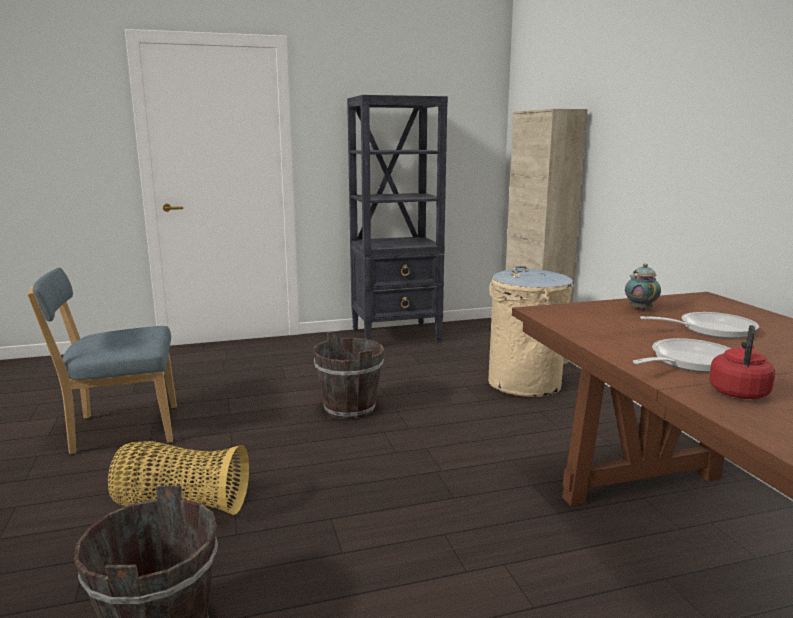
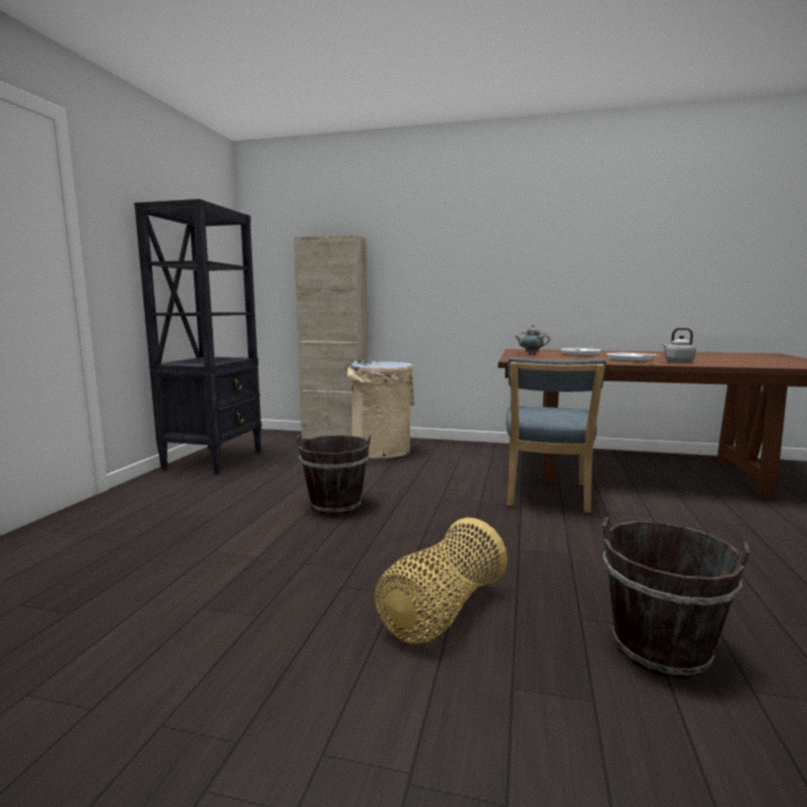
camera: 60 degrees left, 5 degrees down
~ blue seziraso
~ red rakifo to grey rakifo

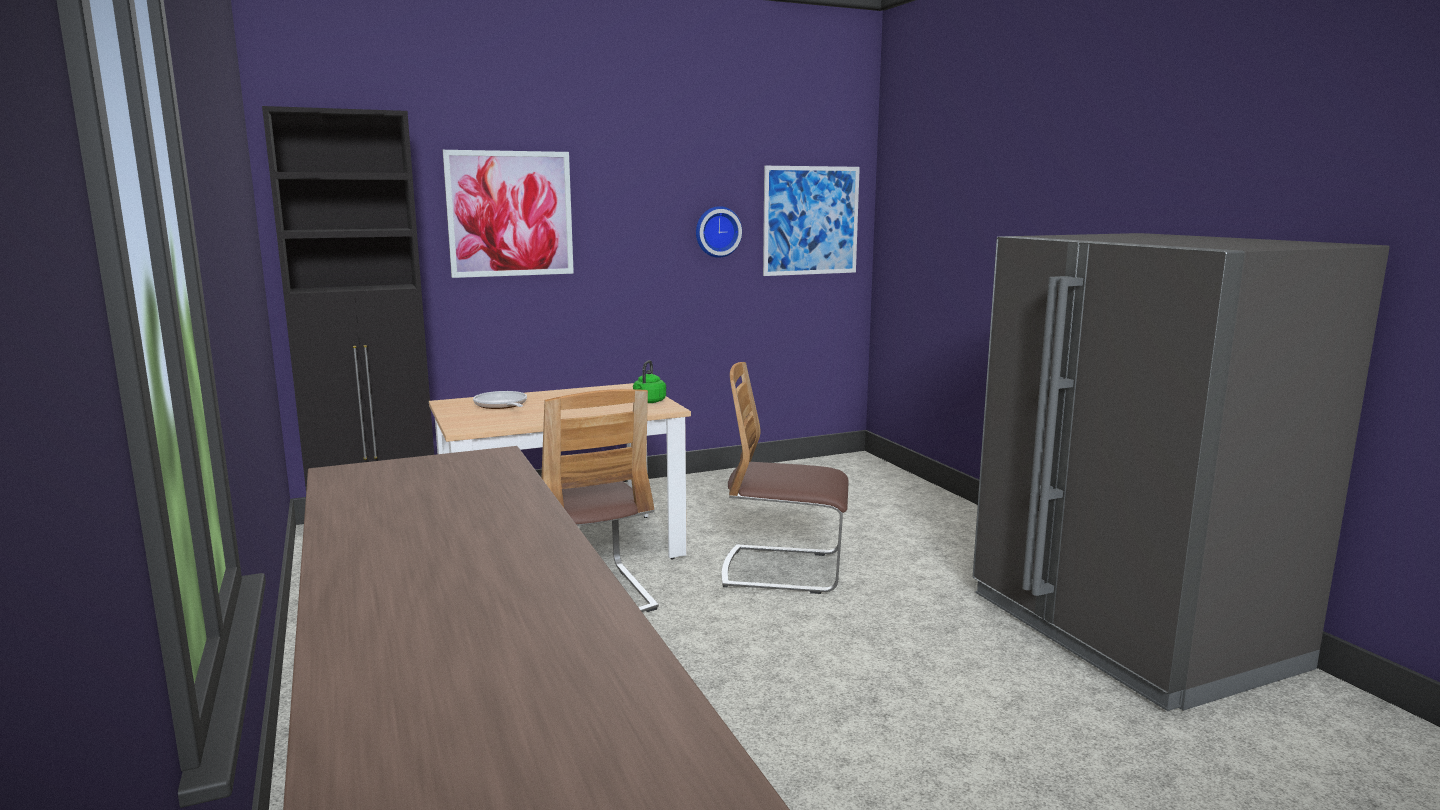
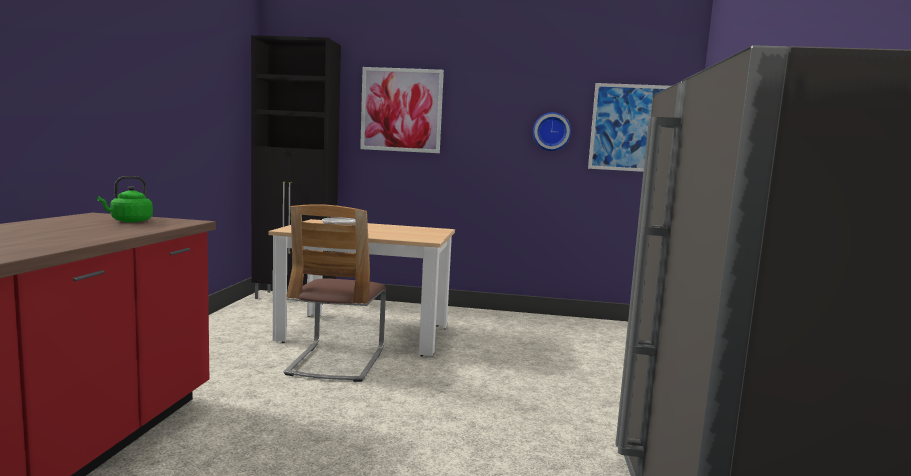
camera: 30 degrees right, 5 degrees down
~ green rakifo
- seziraso (2nd from left)

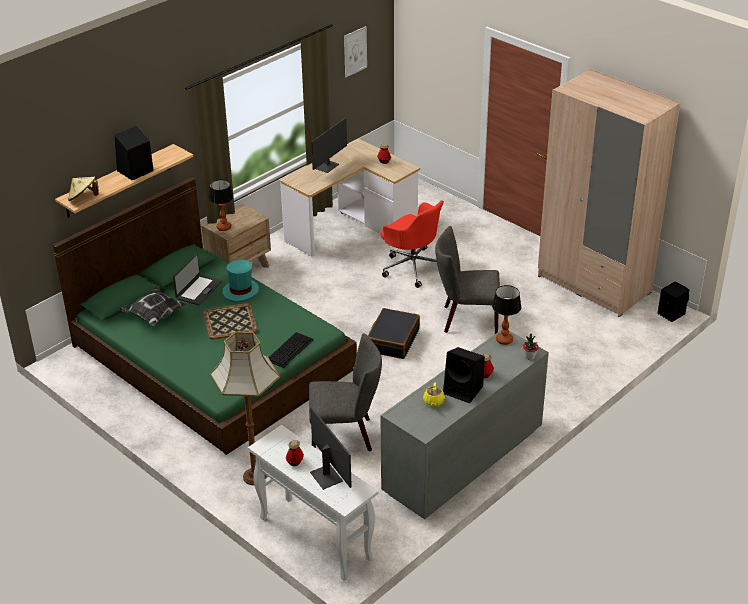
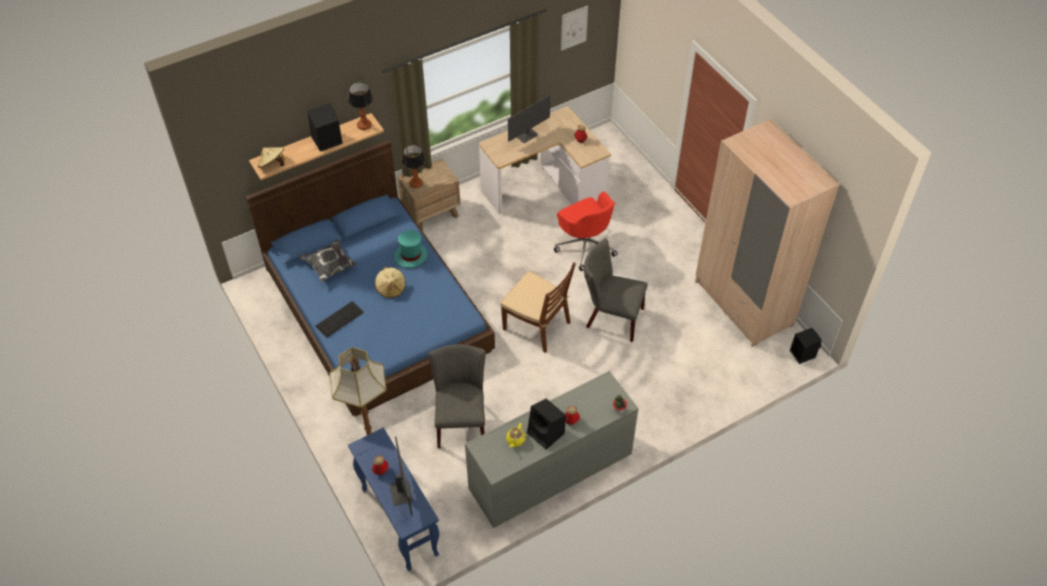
camera: 15 degrees right, 15 degrees up
~ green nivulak to blue nivulak
~ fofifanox
~ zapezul (2nd from left in the first image) to zapezul (1st from left)
~ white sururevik to blue sururevik
~ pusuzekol to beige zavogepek (2nd from left)
~ grey seziraso (1st from left) 105 degrees counterclockwise
~ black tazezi to brown seziraso
- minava

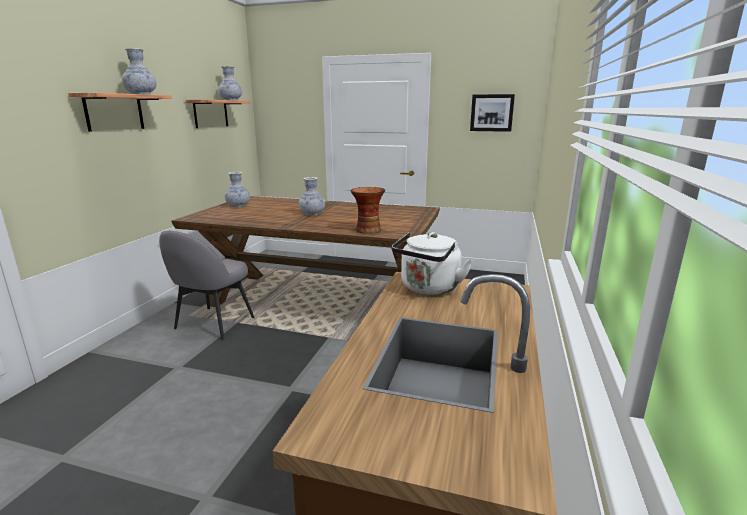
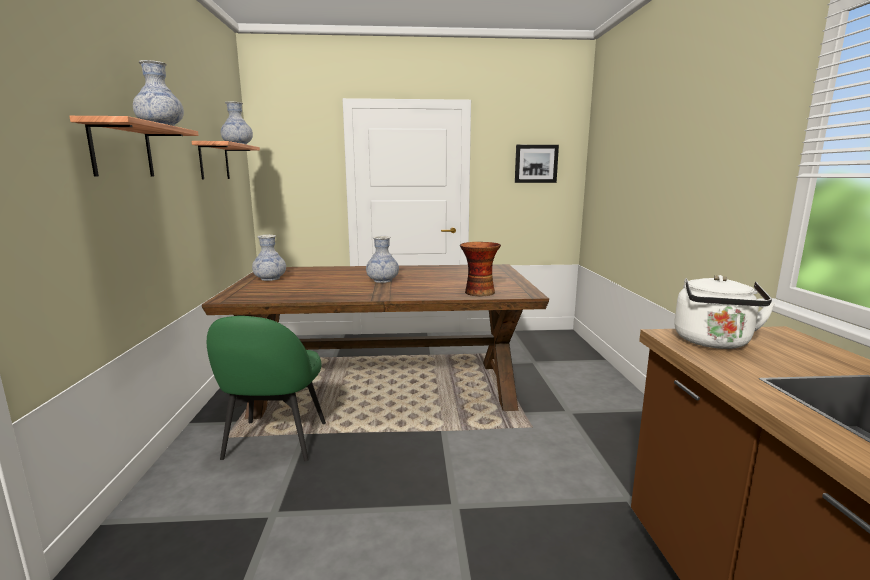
camera: 20 degrees left, 5 degrees down
~ grey seziraso to green seziraso

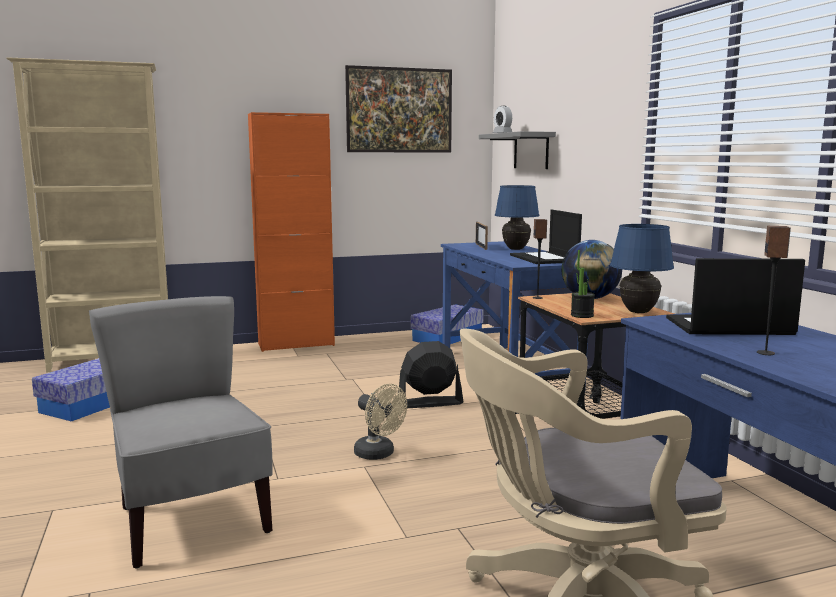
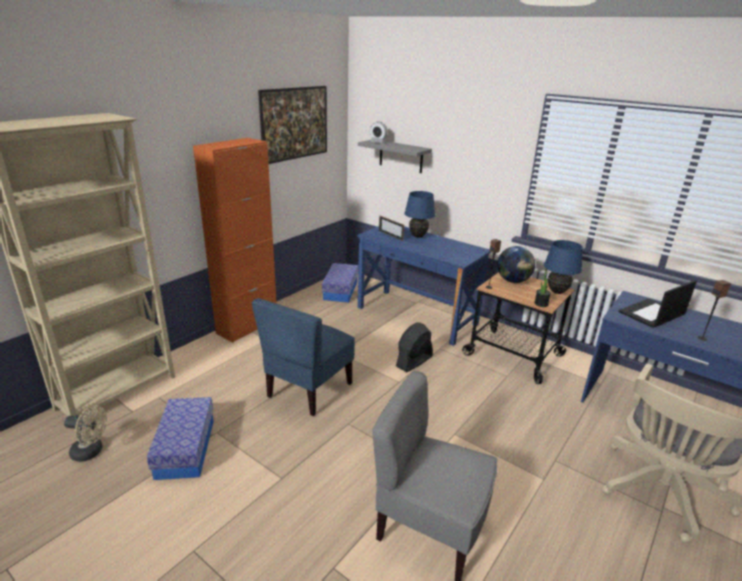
camera: 35 degrees left, 15 degrees up
~ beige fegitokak
+ blue seziraso
- minava (1st from left)

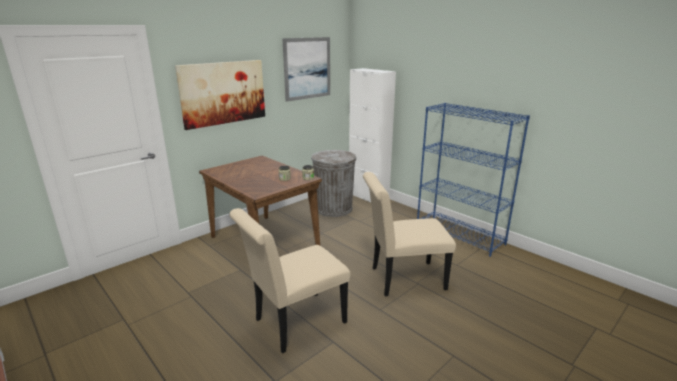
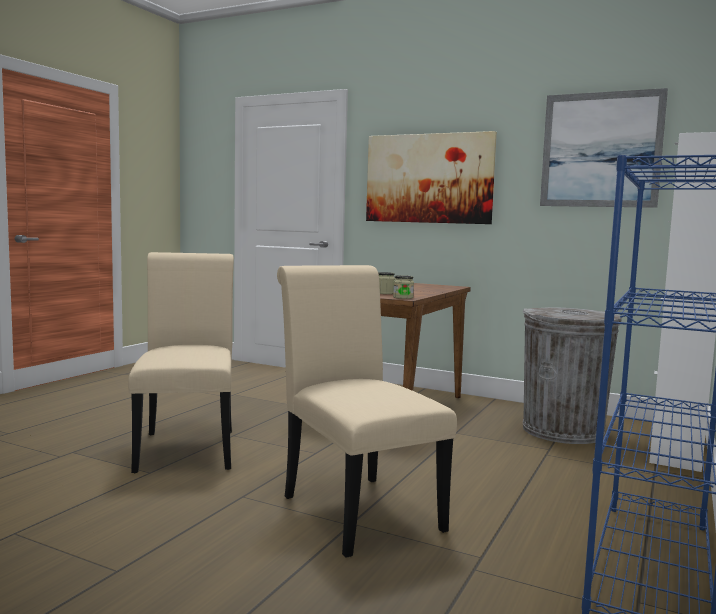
camera: 70 degrees right, 15 degrees down
~ beige seziraso (1st from left) 45 degrees clockwise

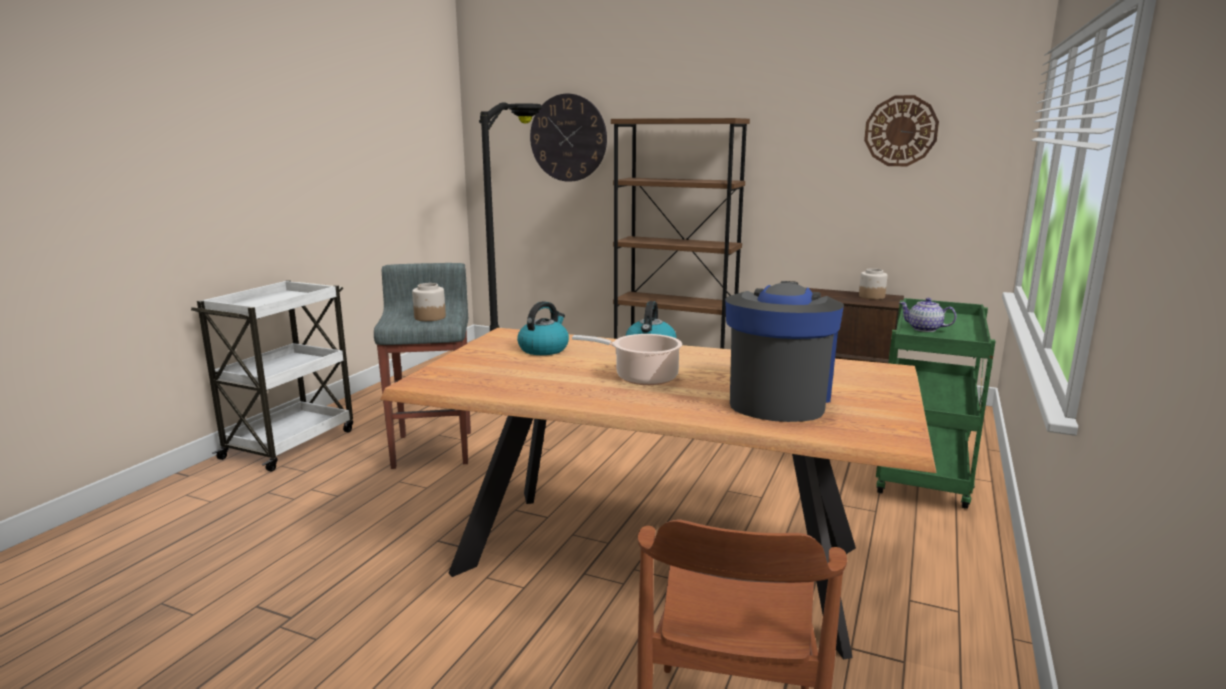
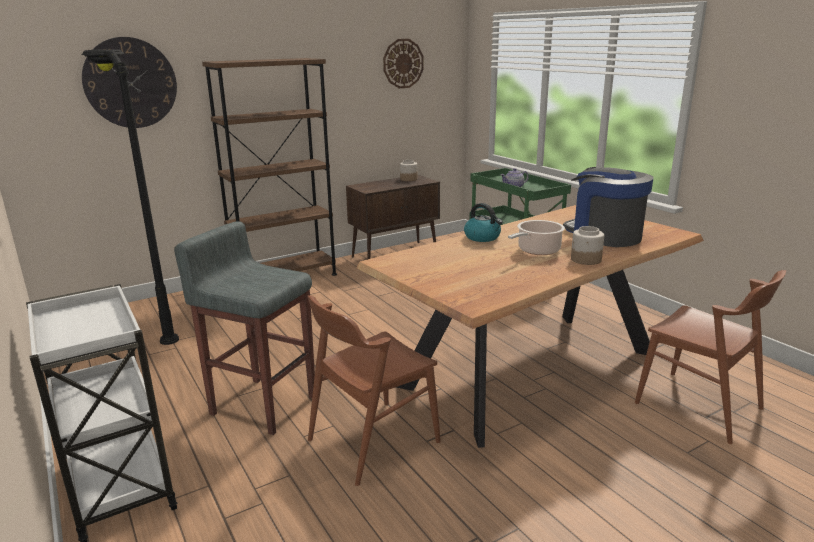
camera: 55 degrees left, 5 degrees up
+ brown seziraso (1st from left)
~ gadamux (1st from left in the first image) to gadamux (2nd from left)
- rakifo (1st from left)

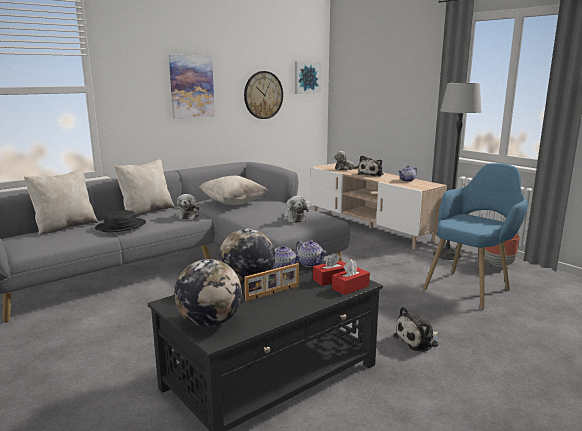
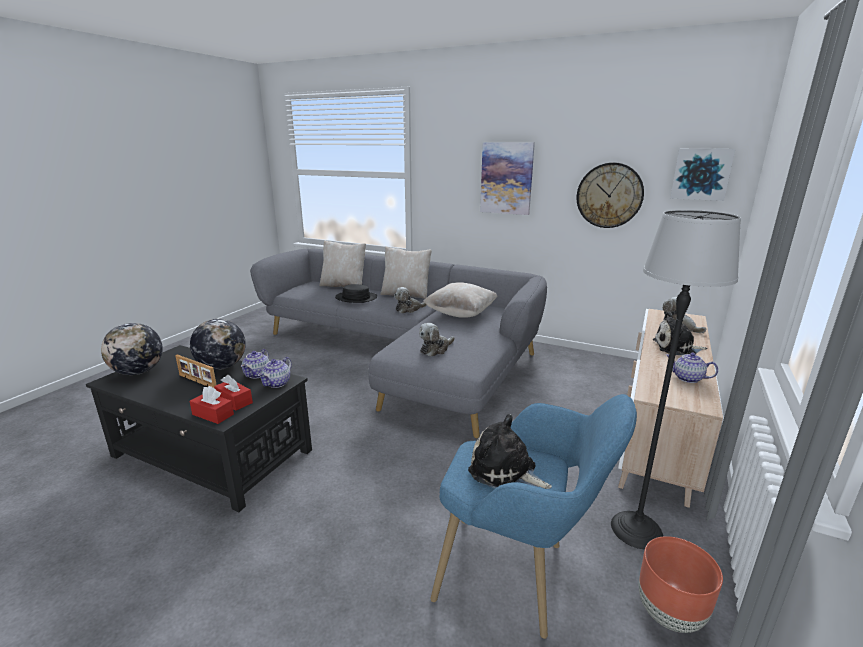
camera: 65 degrees right, 5 degrees up
~ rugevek (5th from left in the first image) to rugevek (3rd from left)

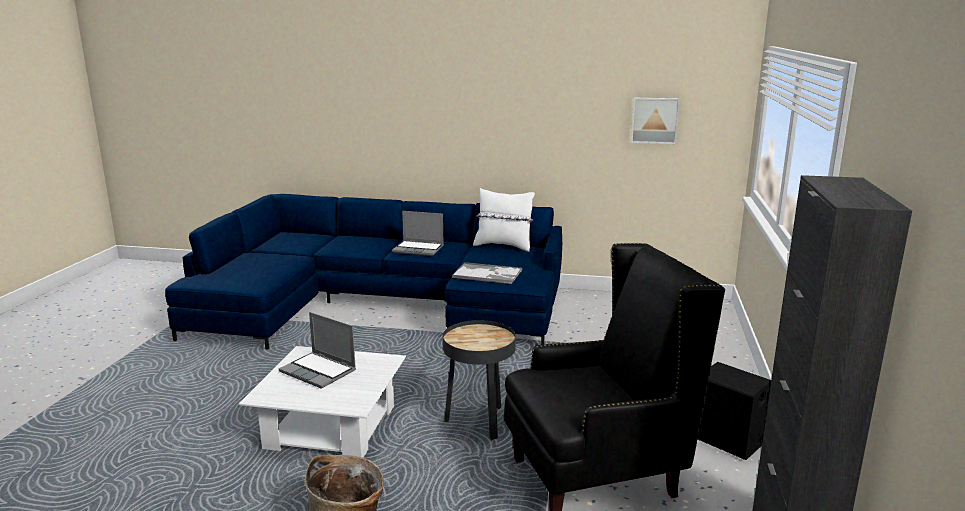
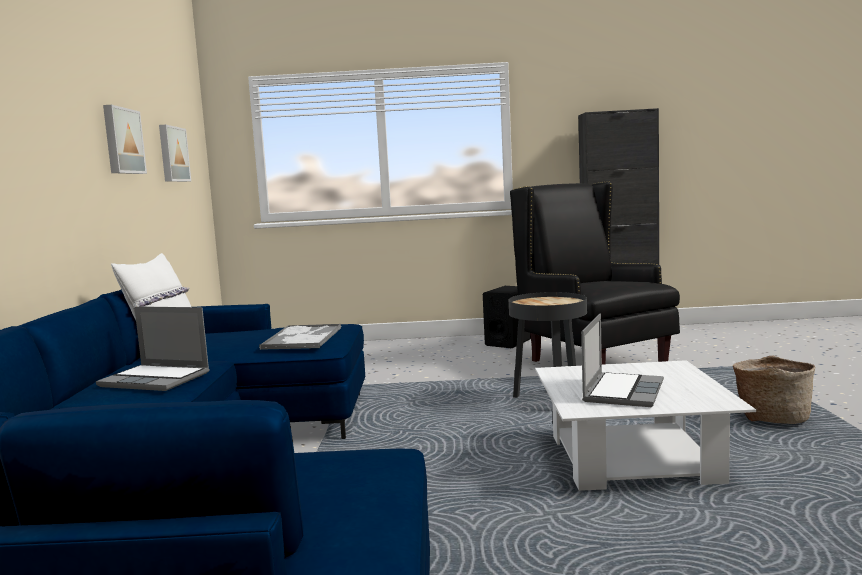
camera: 100 degrees left, 10 degrees down
~ minava (2nd from left in the first image) 105 degrees clockwise
+ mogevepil (1st from left)

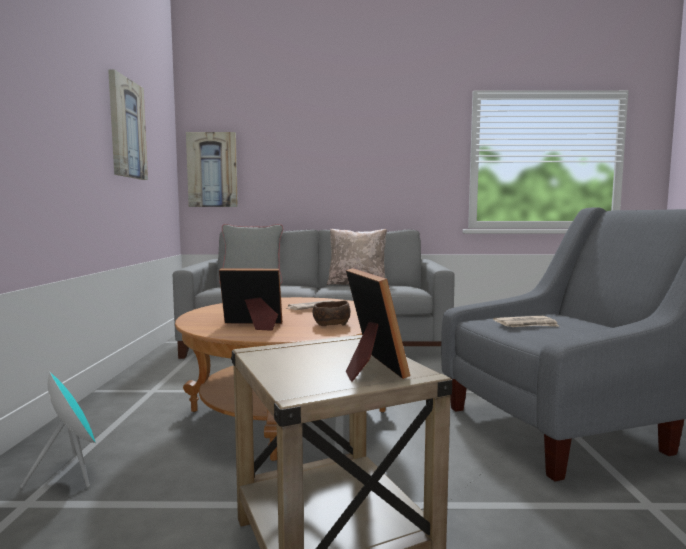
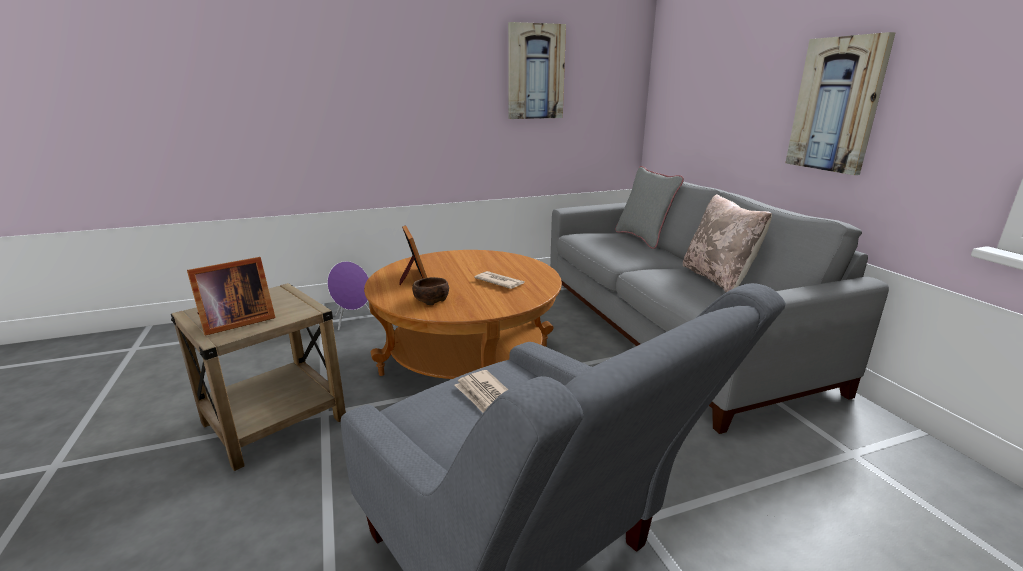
camera: 70 degrees right, 15 degrees up
~ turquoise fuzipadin to purple fuzipadin
~ mogevepil (2nd from left)

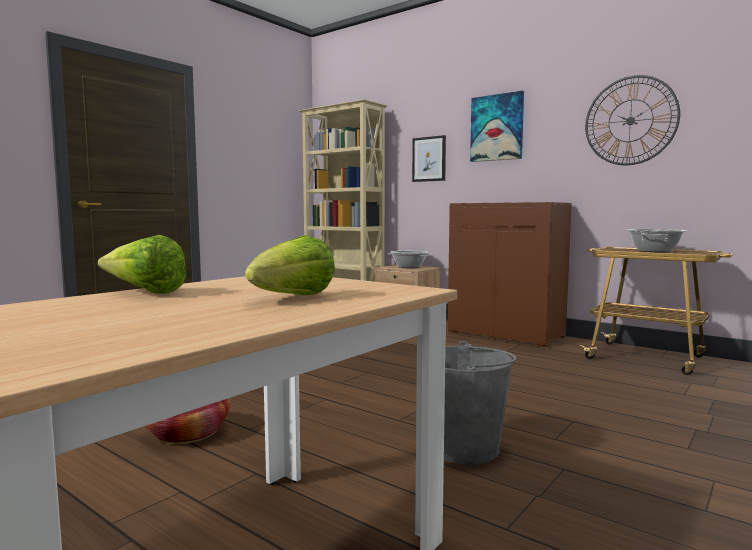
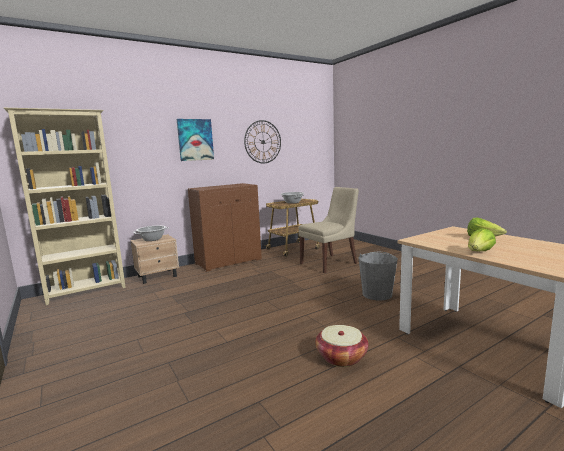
camera: 70 degrees left, 5 degrees up
+ beige seziraso
- mogevepil (1st from left)

